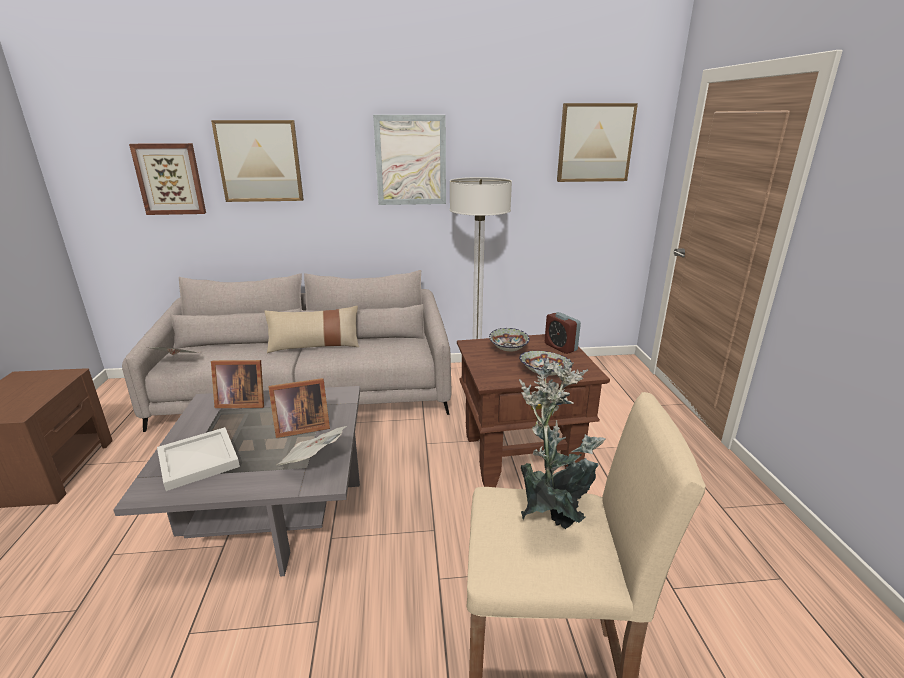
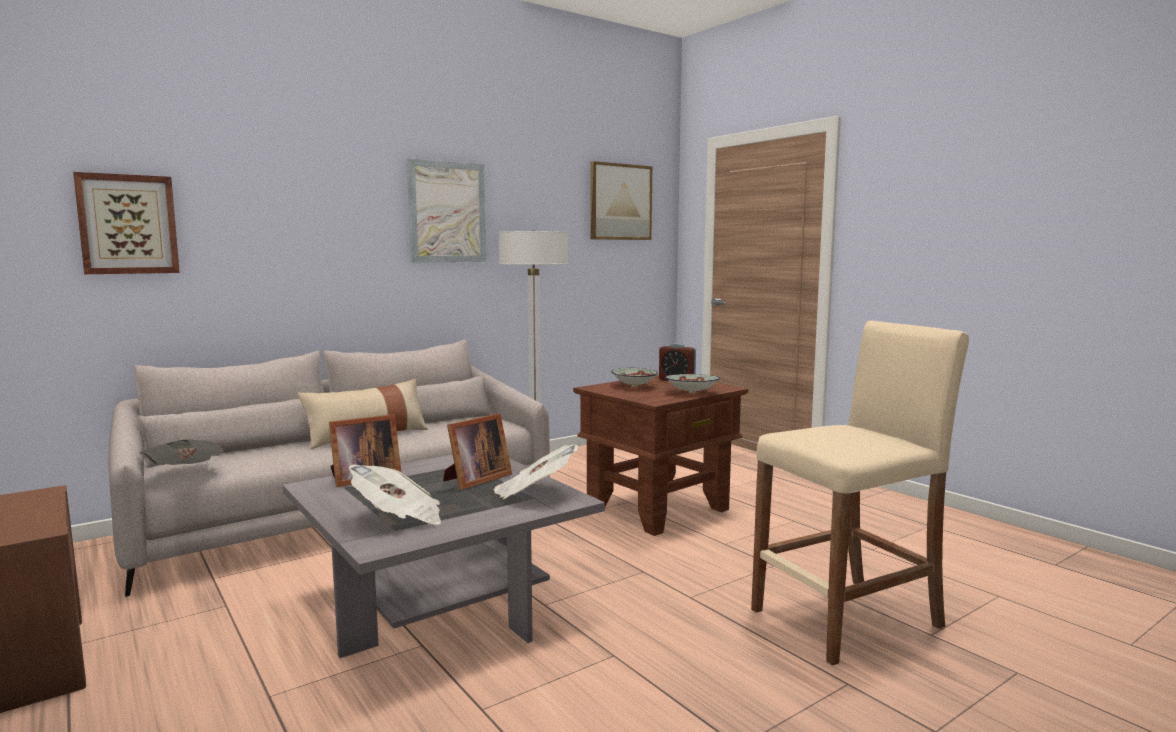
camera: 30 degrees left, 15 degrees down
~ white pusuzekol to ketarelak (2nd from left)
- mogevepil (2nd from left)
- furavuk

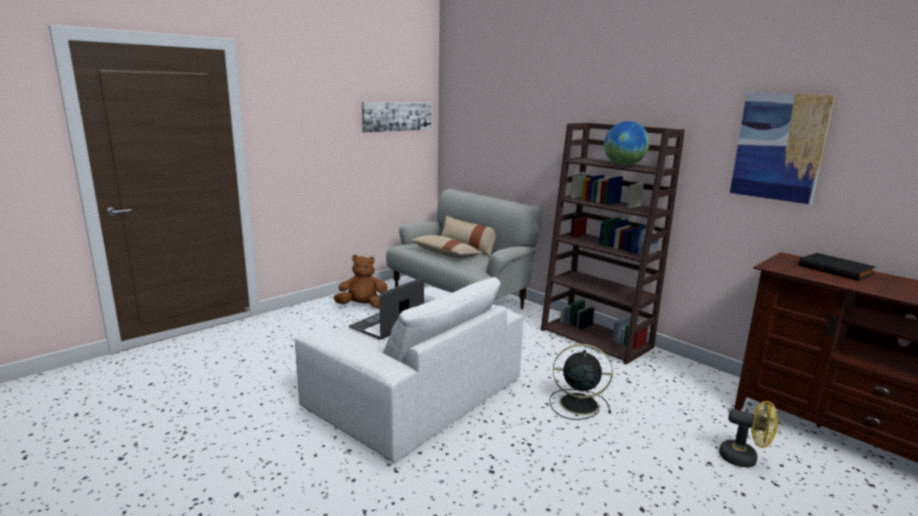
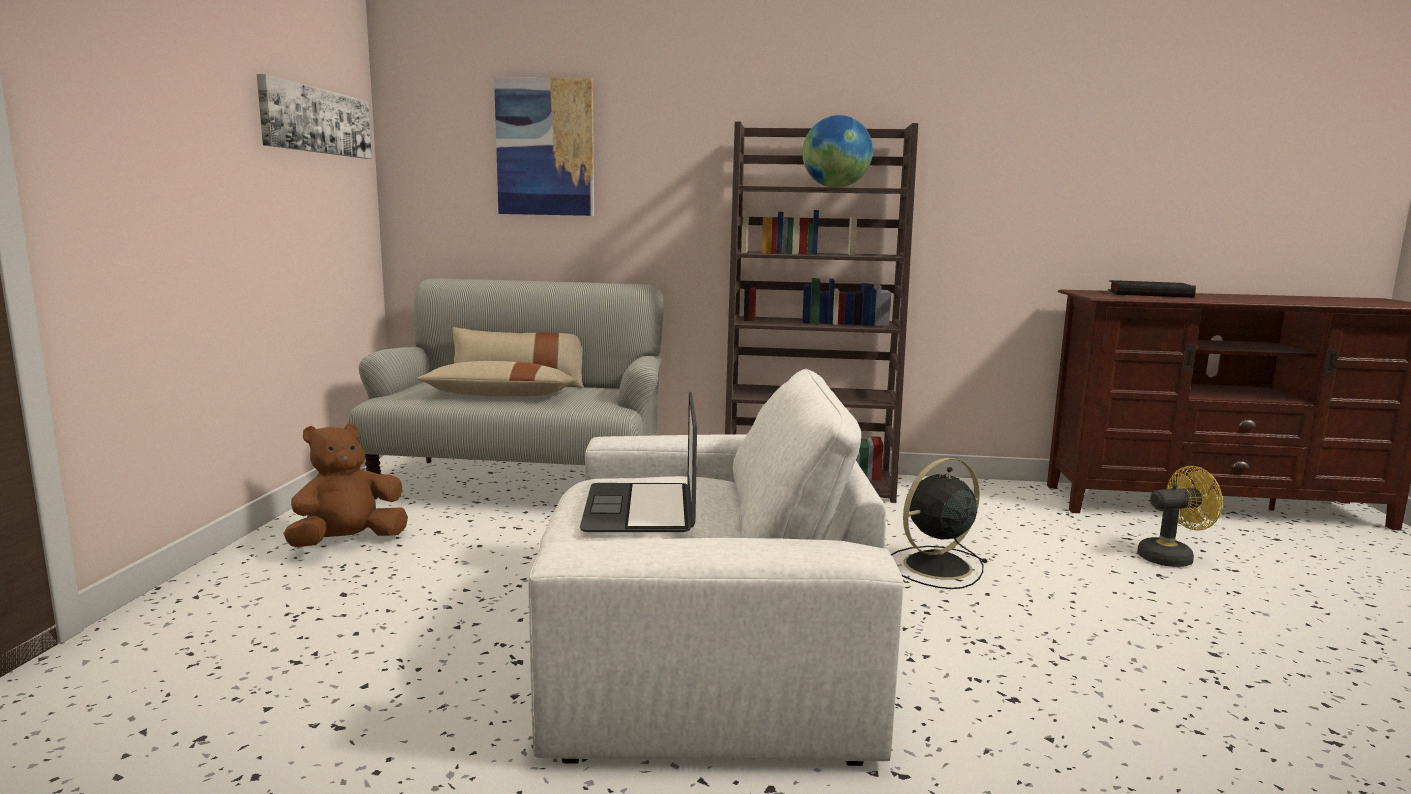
camera: 40 degrees left, 5 degrees down
~ mogevepil (2nd from left)

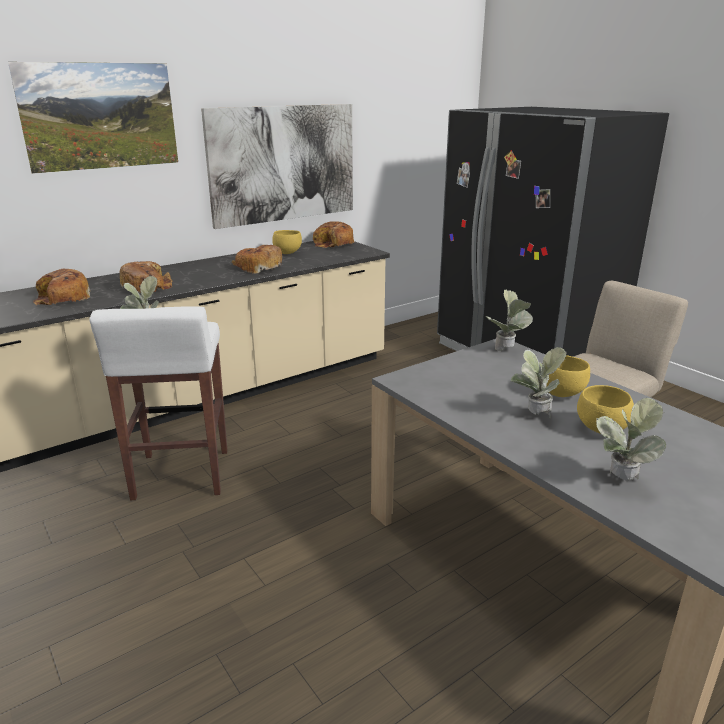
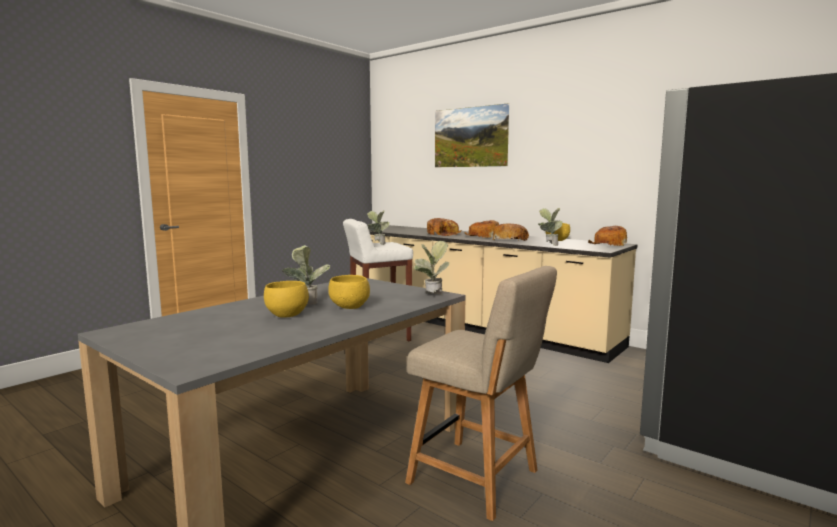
camera: 75 degrees right, 15 degrees down
~ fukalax (1st from left in the first image) to fukalax (2nd from left)
~ furavuk (4th from left)
- mogevepil (2nd from left)

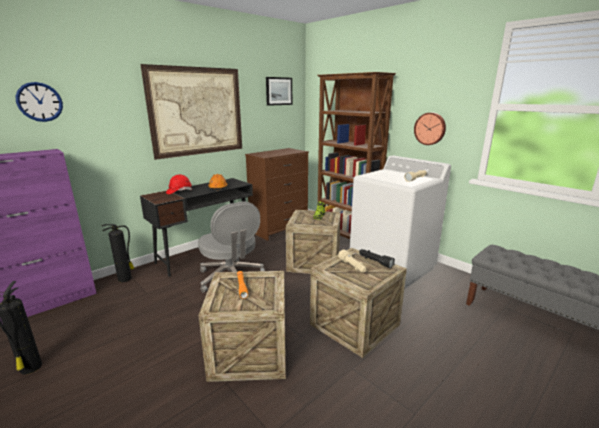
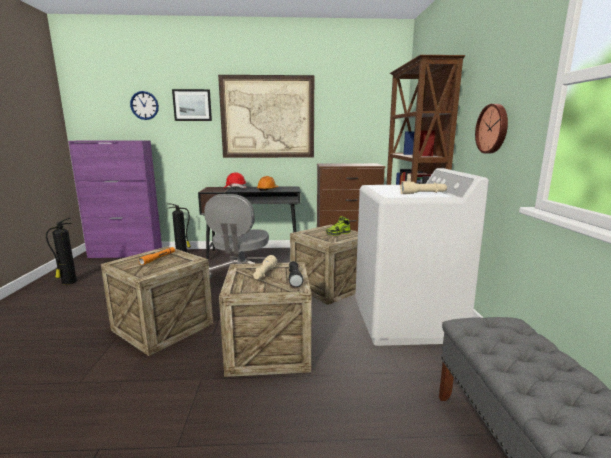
camera: 40 degrees right, 5 degrees down
~ mogevepil (2nd from left in the first image) to mogevepil (1st from left)

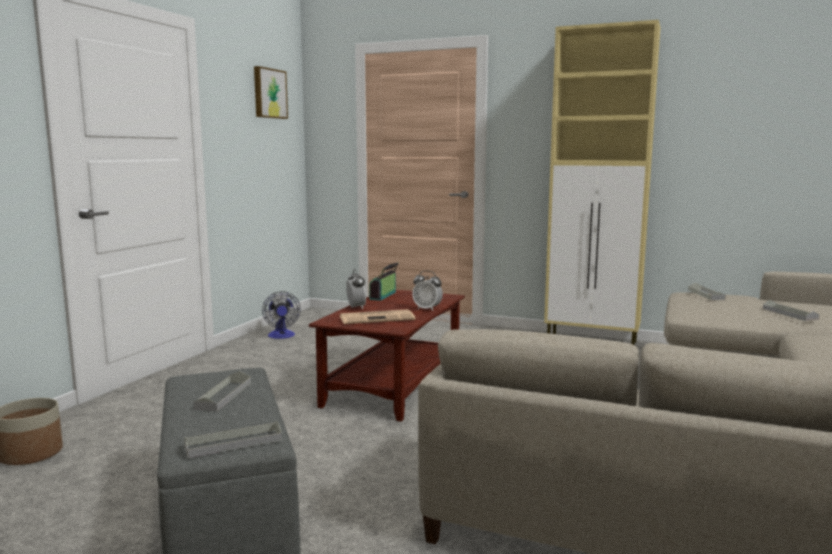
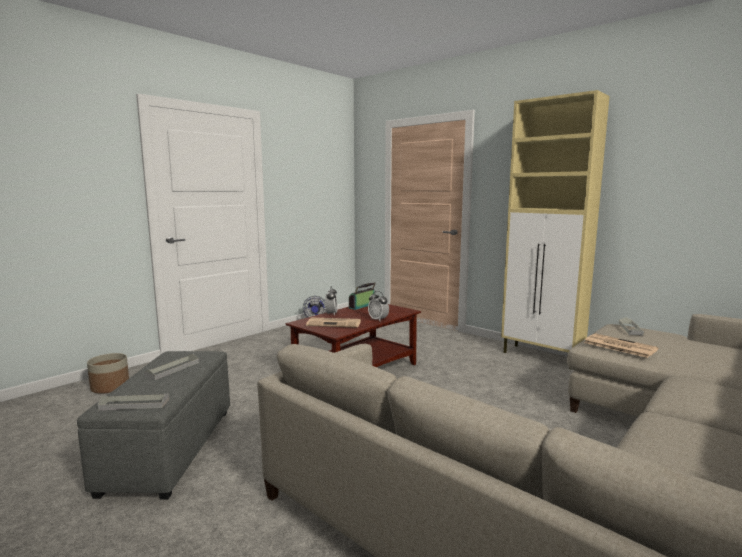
camera: 20 degrees right, 0 degrees up
+ ketarelak (2nd from left)
- mogevepil
- grey pusuzekol (4th from left)

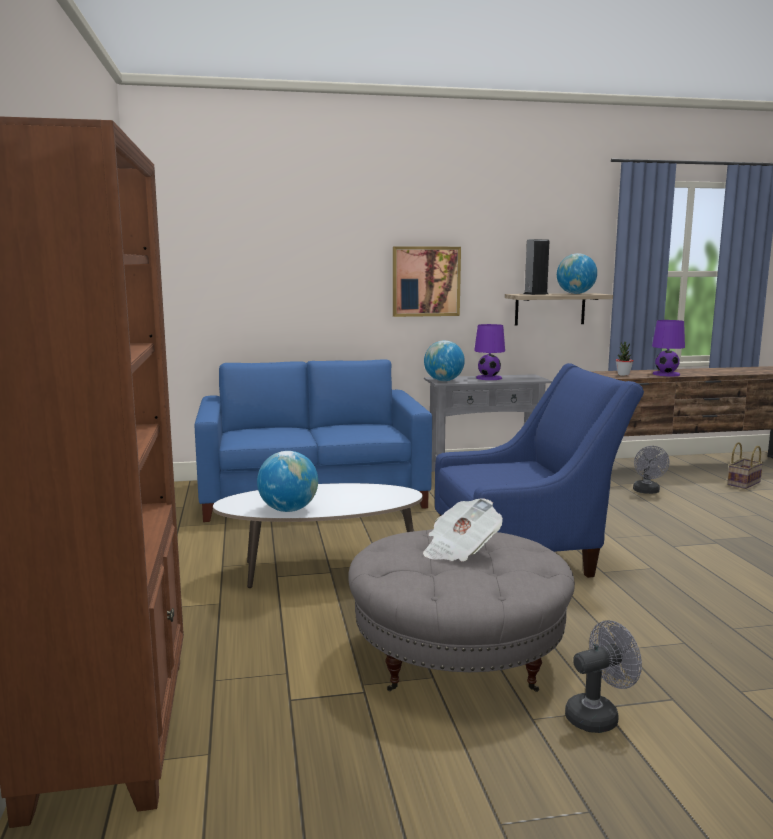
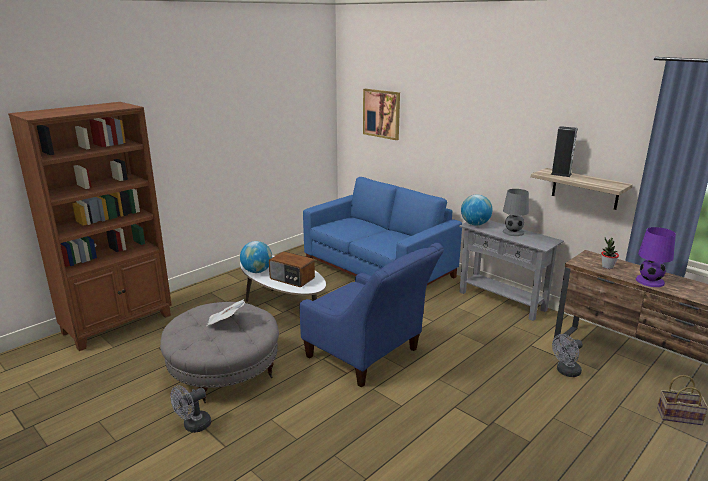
camera: 55 degrees right, 10 degrees up
~ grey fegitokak (1st from left) 105 degrees clockwise
+ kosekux
~ mogevepil
~ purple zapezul (1st from left) to grey zapezul
- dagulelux (3rd from left)

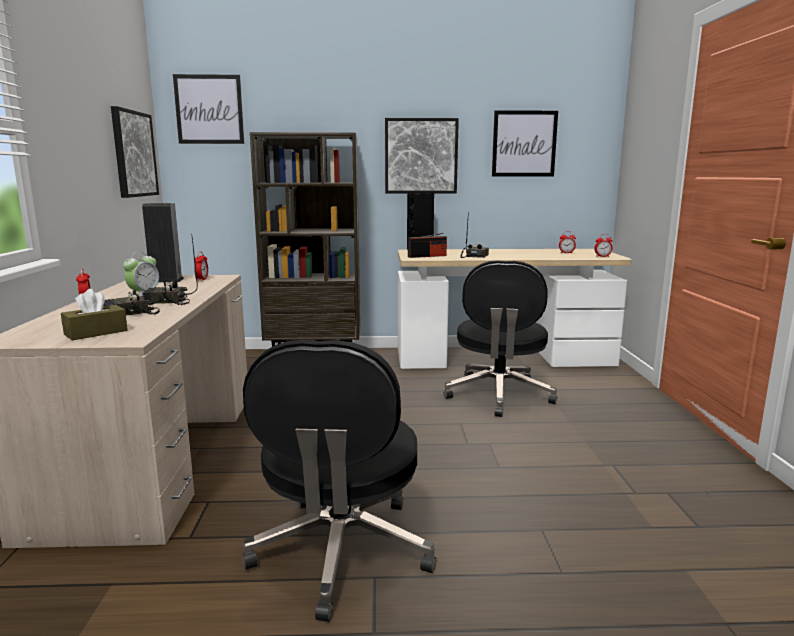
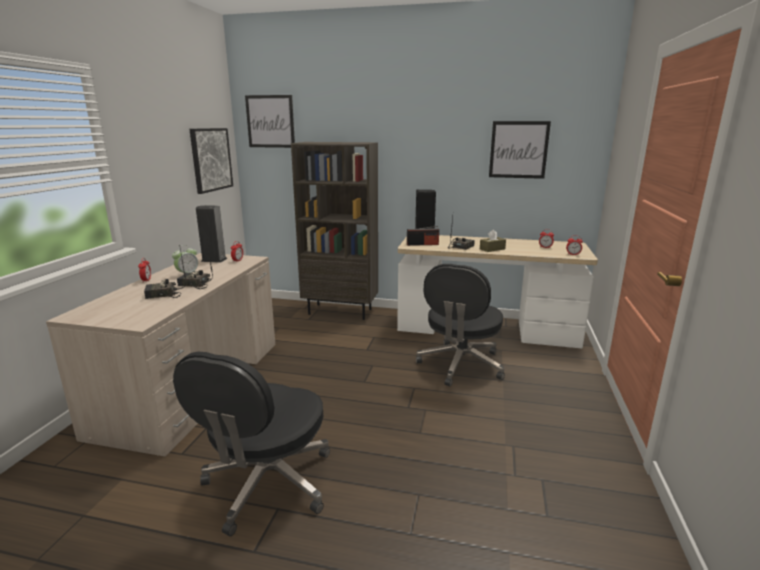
camera: 15 degrees right, 5 degrees up
~ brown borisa
- mogevepil (3rd from left)

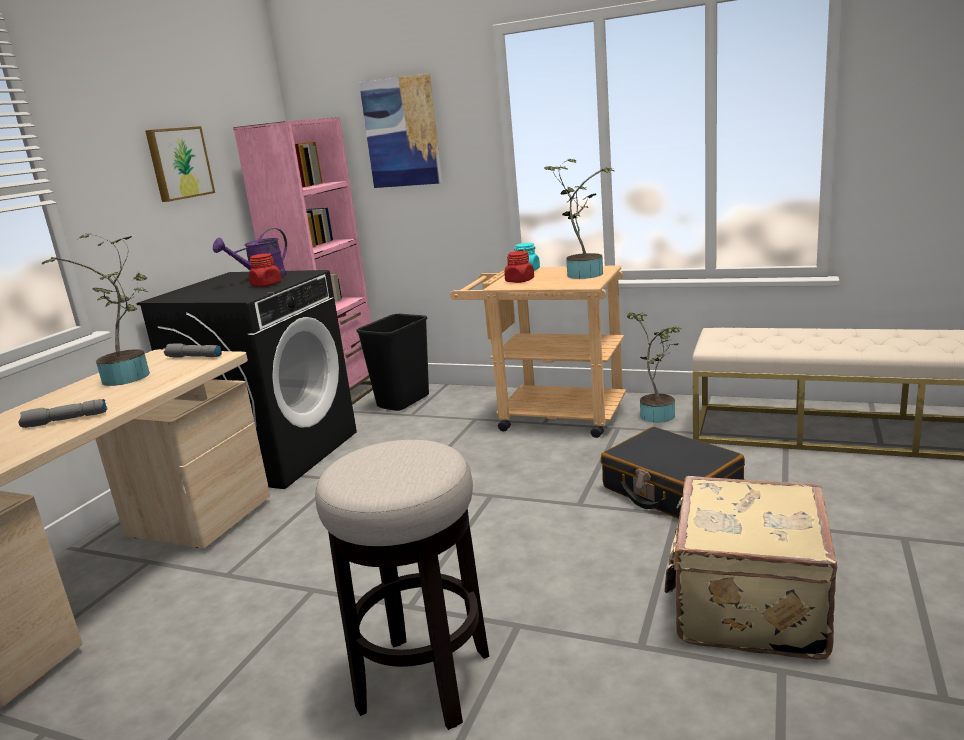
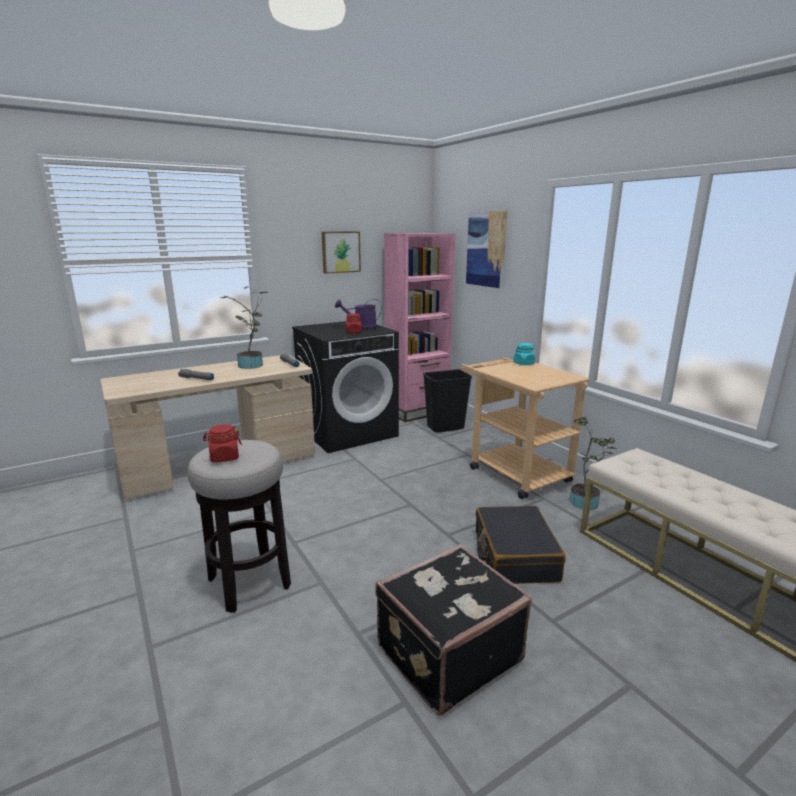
camera: 35 degrees right, 0 degrees up
~ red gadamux (2nd from left in the first image) to red gadamux (1st from left)
~ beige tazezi to black tazezi (1st from left)
- furavuk (2nd from left)

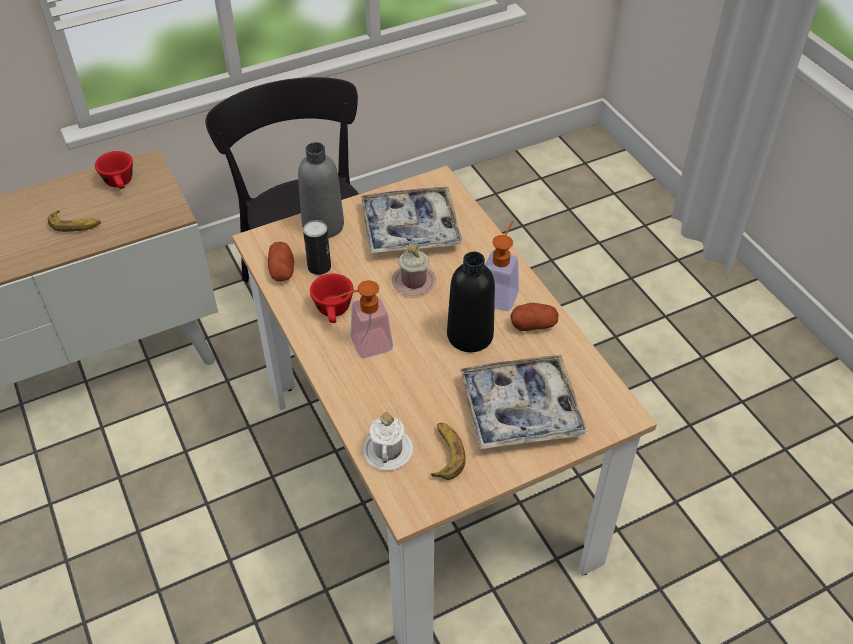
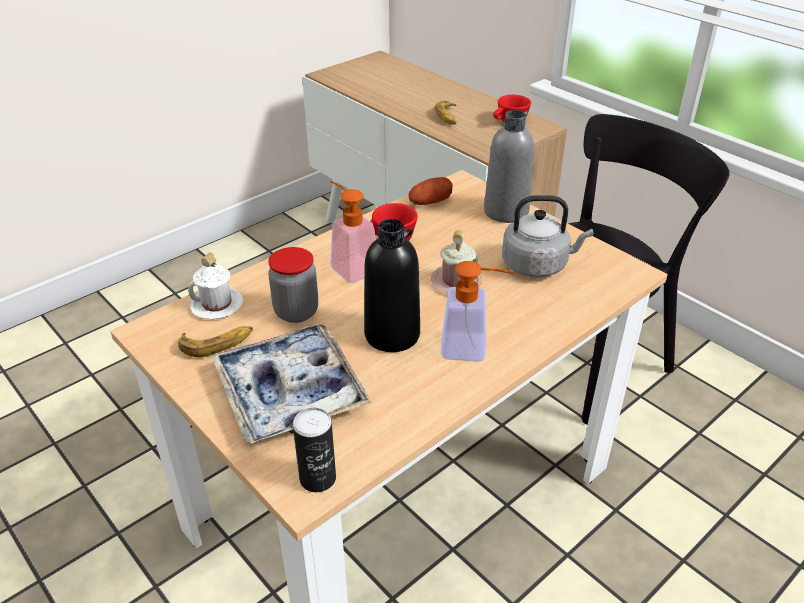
camera: 75 degrees right, 10 degrees down
+ gadamux
~ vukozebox
~ pusuzekol (1st from left) to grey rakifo
- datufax (2nd from left)

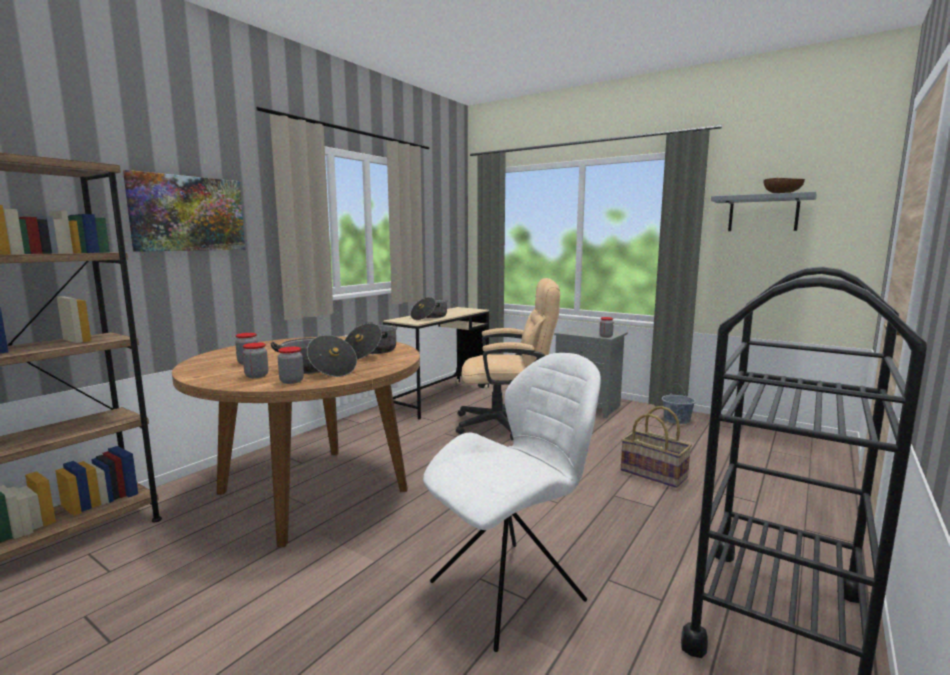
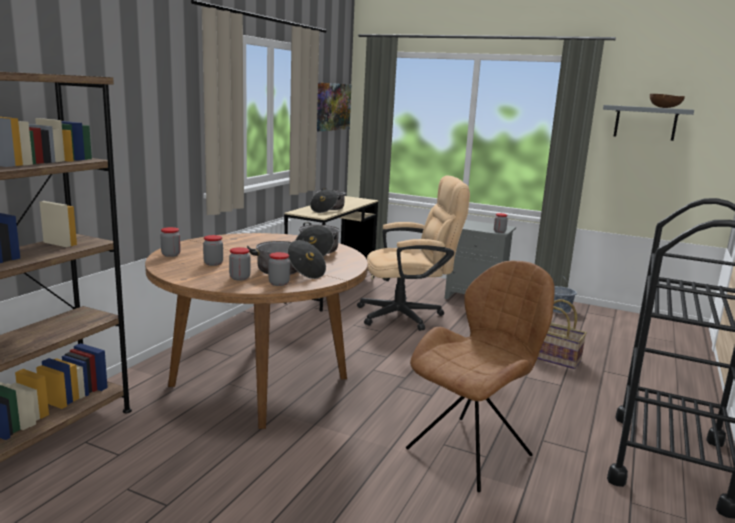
camera: 10 degrees left, 5 degrees up
+ gadamux (1st from left)
~ mogevepil
~ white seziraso to brown seziraso

